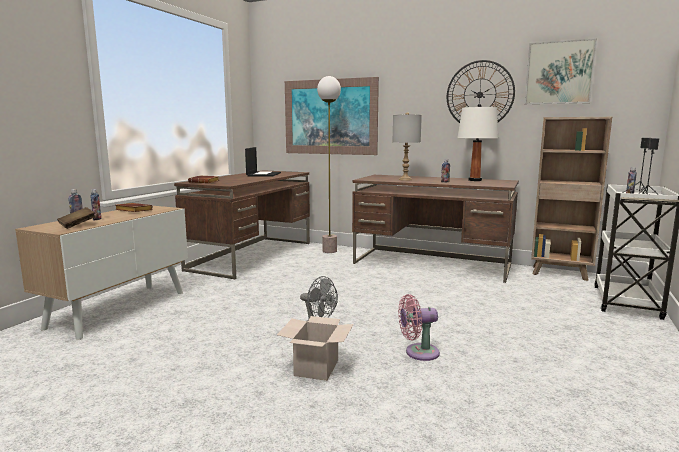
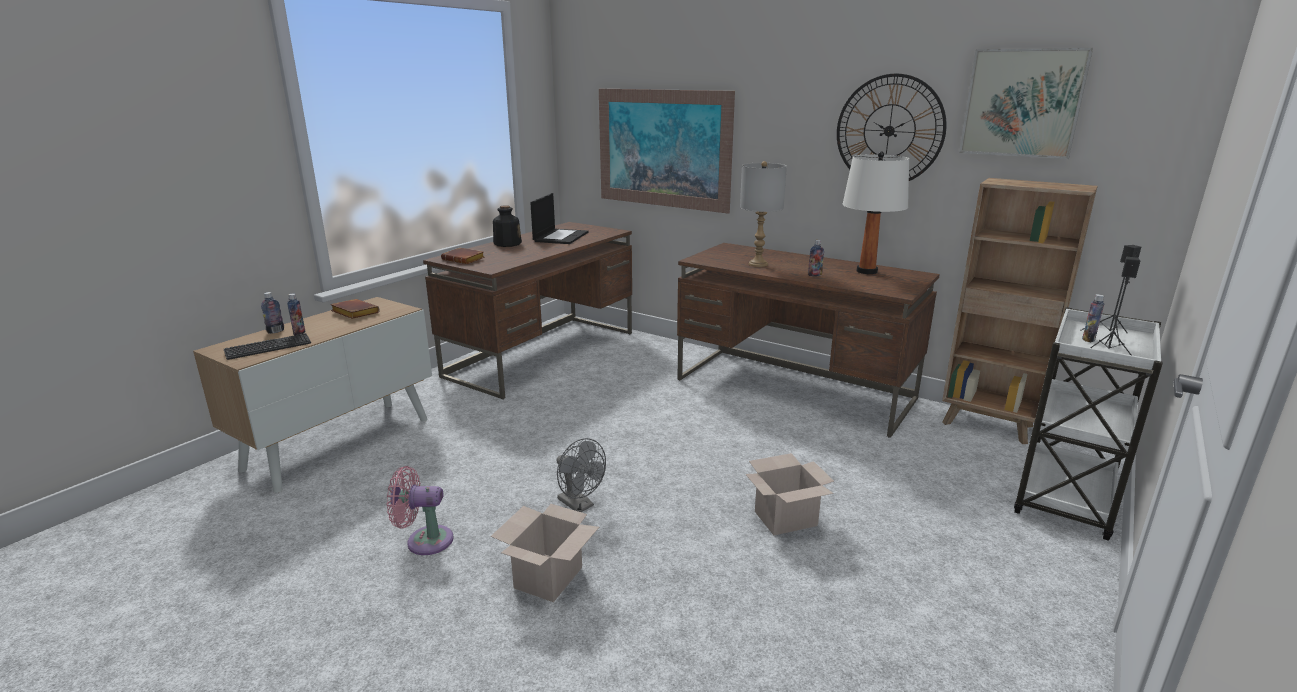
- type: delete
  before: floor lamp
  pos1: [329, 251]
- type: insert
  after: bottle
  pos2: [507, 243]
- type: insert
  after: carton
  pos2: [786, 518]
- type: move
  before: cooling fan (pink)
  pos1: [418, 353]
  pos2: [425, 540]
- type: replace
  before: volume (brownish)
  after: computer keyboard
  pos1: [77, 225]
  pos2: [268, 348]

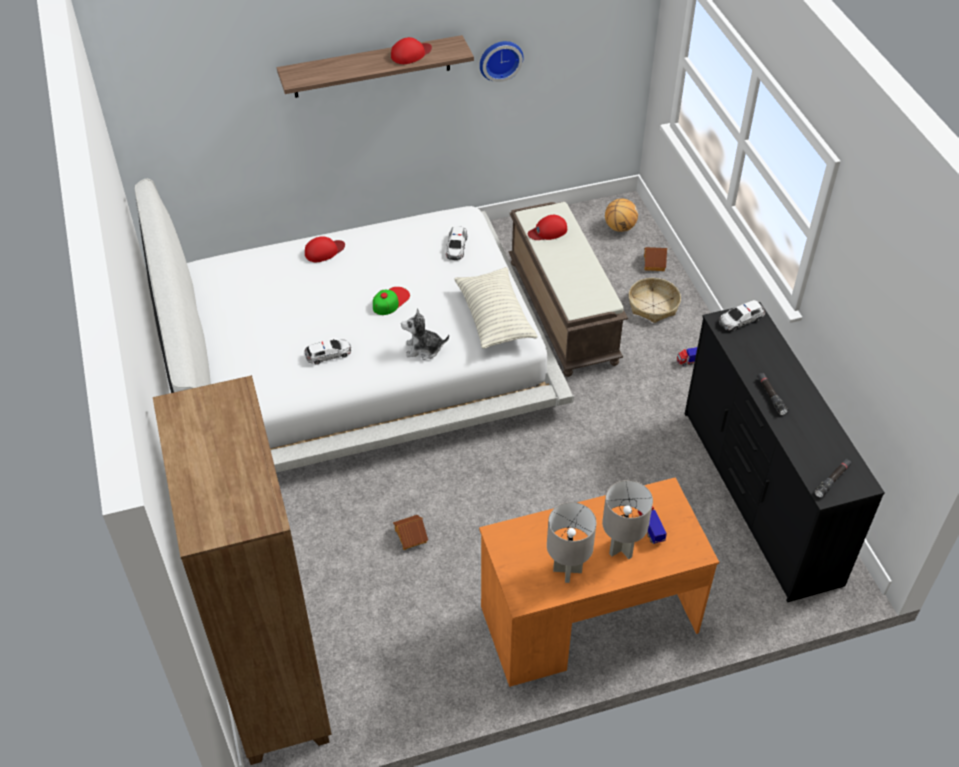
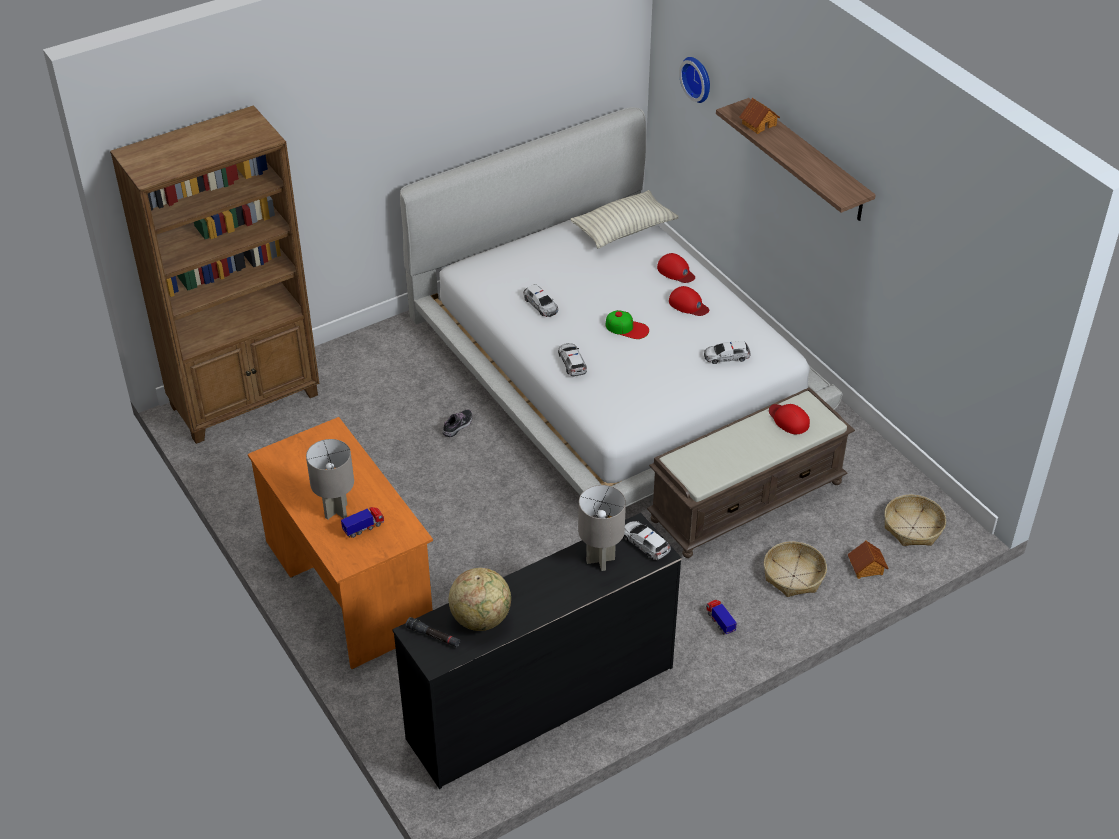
- type: delete
  before: torch (black-coloured)
  pos1: [771, 396]
- type: insert
  after: shoe
  pos2: [458, 426]
- type: insert
  after: globe
  pos2: [481, 619]
- type: move
  before: cap (red)
  pos1: [411, 54]
  pos2: [688, 305]
- type: move
  before: toy house
  pos1: [410, 536]
  pos2: [758, 124]
- type: move
  before: pillow
  pos1: [494, 317]
  pos2: [624, 230]
- type: move
  before: wall clock
  pos1: [500, 59]
  pos2: [698, 78]
- type: move
  before: tabletop lamp (grey)
  pos1: [568, 571]
  pos2: [600, 560]
- type: replace
  before: soft toy
  after: model car
  pos1: [424, 349]
  pos2: [572, 363]
- type: replace
  before: basketball
  after: basket
  pos1: [619, 227]
  pos2: [912, 528]

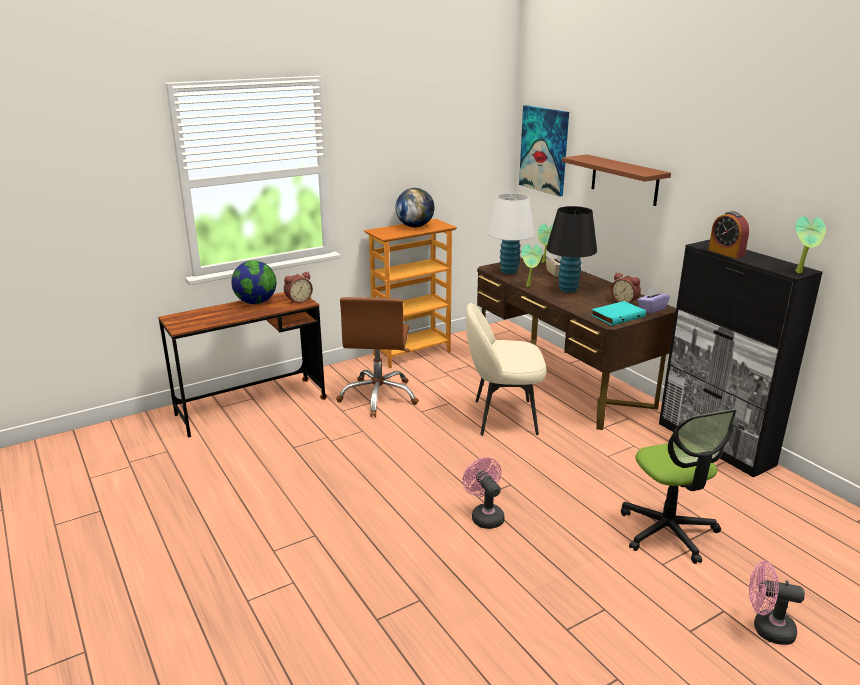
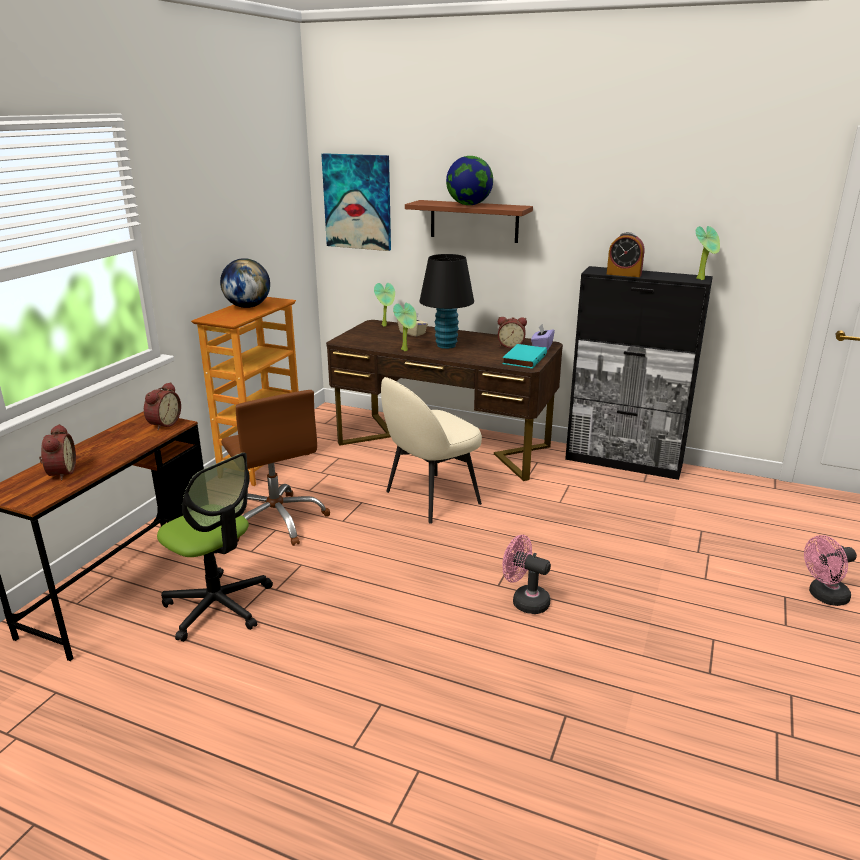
- type: delete
  before: tabletop lamp (white-coloured)
  pos1: [509, 271]
- type: insert
  after: bedside clock
  pos2: [60, 473]
- type: move
  before: globe
  pos1: [256, 302]
  pos2: [469, 205]
- type: move
  before: desk chair
  pos1: [668, 531]
  pos2: [218, 606]

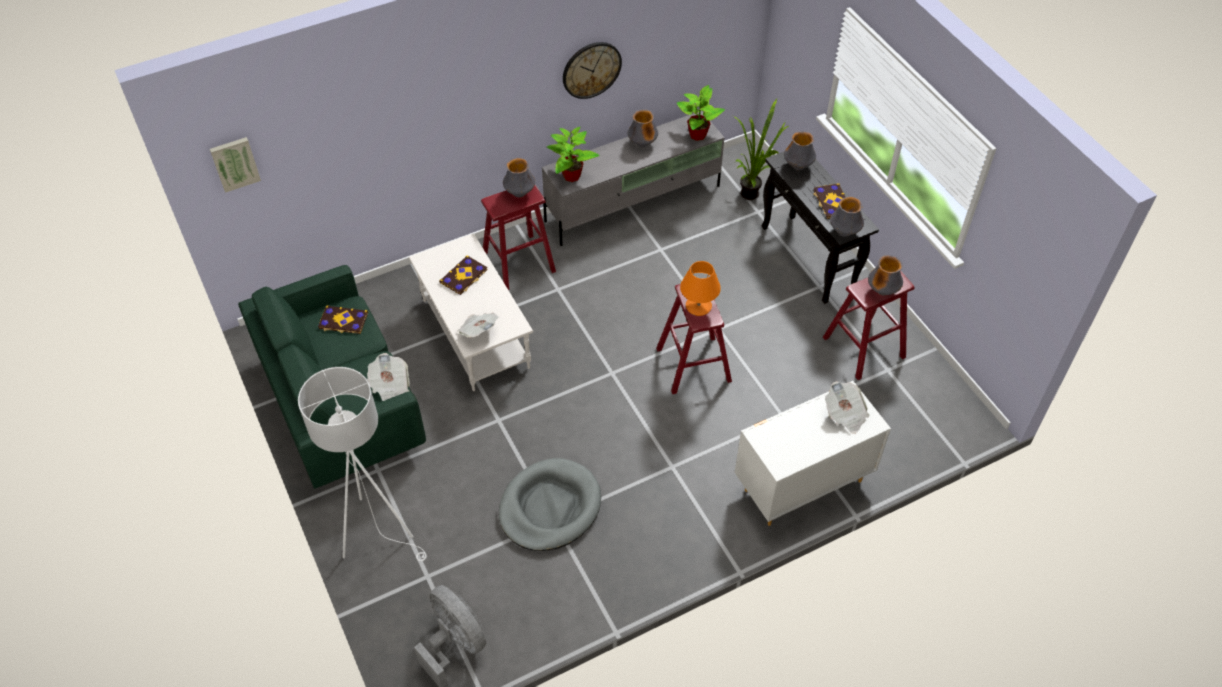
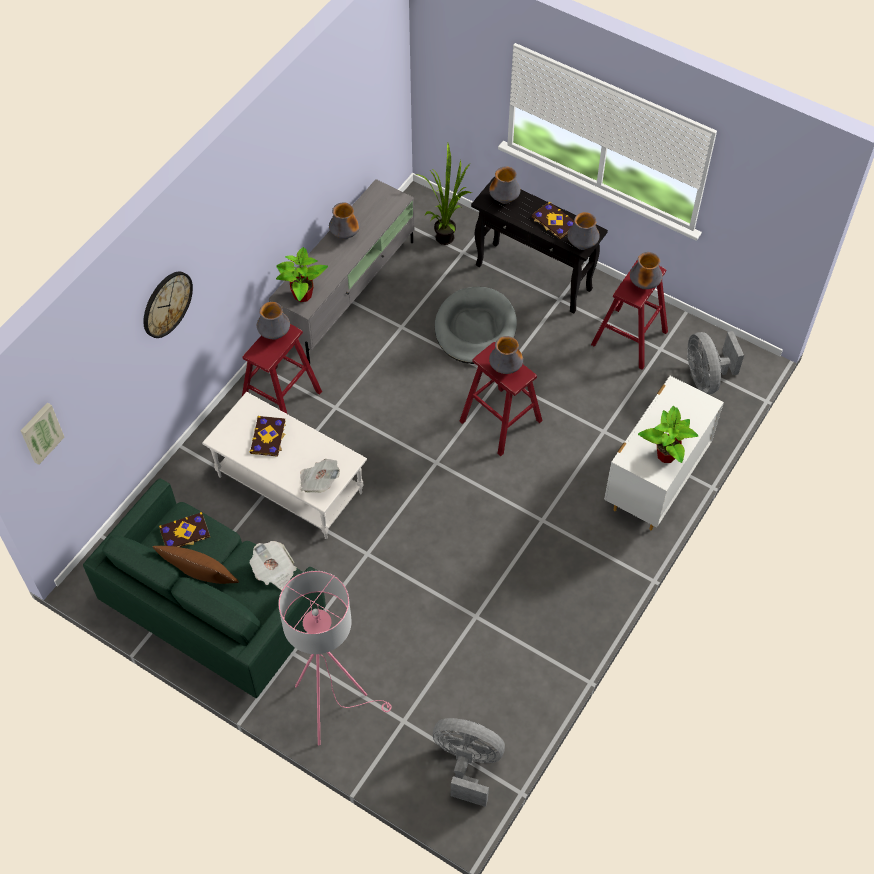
- type: delete
  before: newspaper
  pos1: [845, 414]
- type: insert
  after: pillow (brownish)
  pos2: [201, 580]
- type: insert
  after: cooling fan (grey)
  pos2: [706, 377]
- type: move
  before: dog cushion (grey)
  pos1: [549, 507]
  pos2: [475, 328]
- type: move
  before: wall clock
  pos1: [591, 69]
  pos2: [166, 304]
- type: move
  before: houseplant
  pos1: [698, 134]
  pos2: [666, 454]
- type: replace
  before: tabletop lamp (orangey)
  after: decorative vase
  pos1: [698, 306]
  pos2: [505, 369]
- type: recolor
  before: floor lamp (white-coloured)
  after: floor lamp (pink)
  pos1: [378, 531]
  pos2: [332, 705]

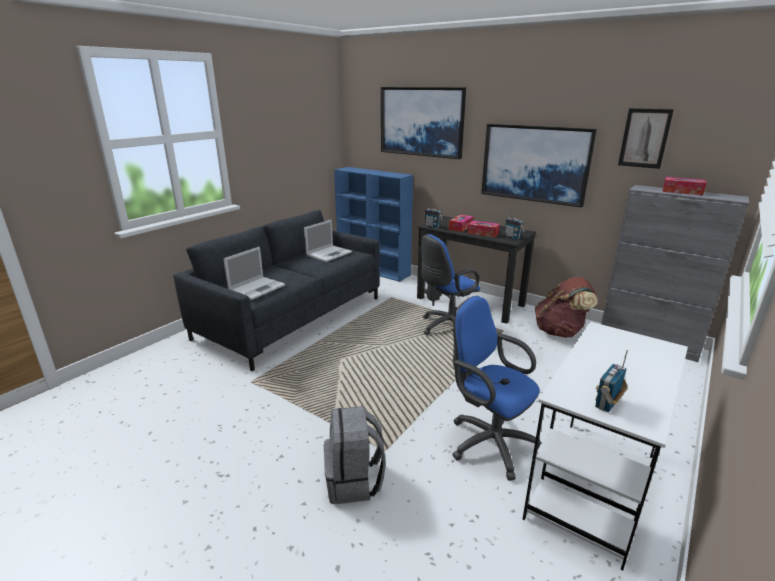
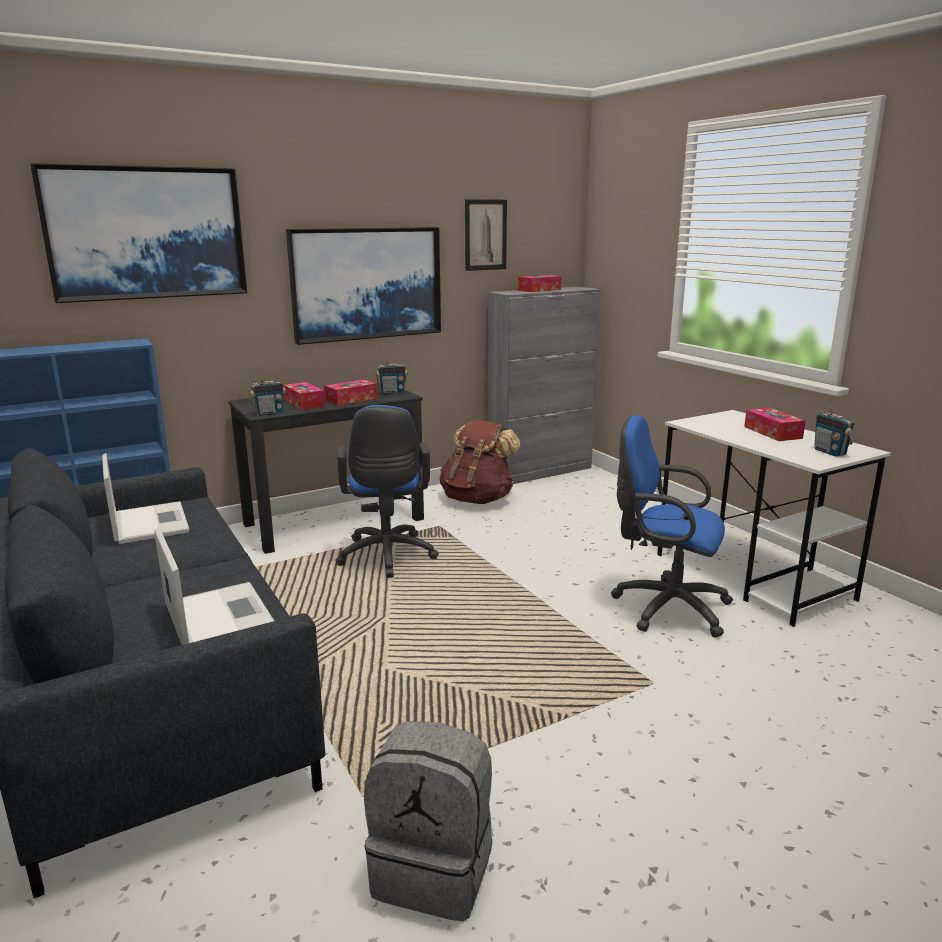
- type: insert
  after: tissue box
  pos2: [772, 432]
- type: move
  before: knapsack (grey)
  pos1: [354, 481]
  pos2: [435, 869]
- type: rotate
  before: desk chair (blue-coloured)
  pos1: [488, 441]
  pos2: [665, 607]
  turn: 45

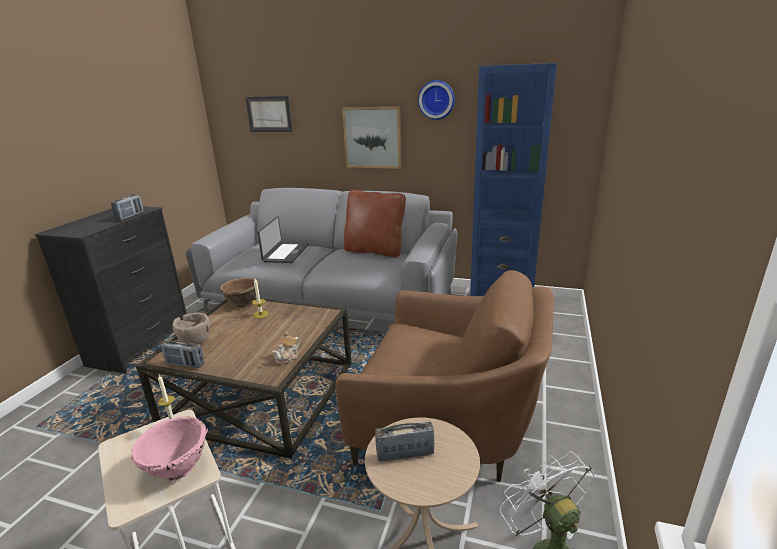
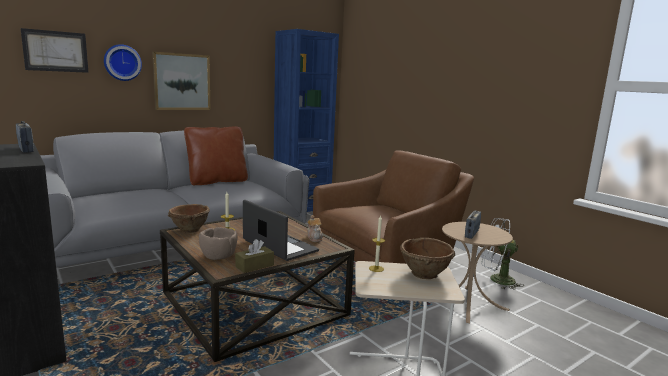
- type: move
  before: portable computer
  pos1: [285, 253]
  pos2: [279, 246]
- type: move
  before: wall clock
  pos1: [436, 100]
  pos2: [122, 62]
- type: replace
  before: radio receiver
  after: tissue box (brownish)
  pos1: [185, 364]
  pos2: [254, 266]
- type: recolor
  before: serving bowl (pink)
  after: serving bowl (brownish)
  pos1: [177, 468]
  pos2: [424, 274]

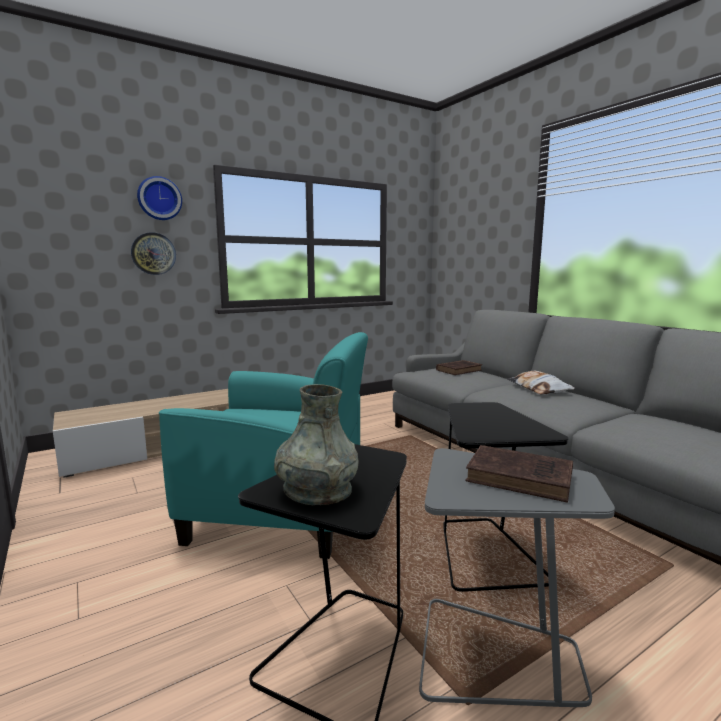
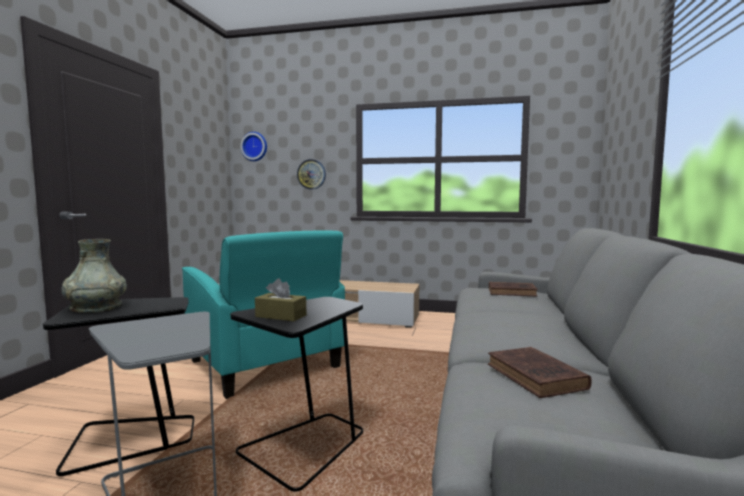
- type: delete
  before: pillow
  pos1: [538, 389]
- type: insert
  after: tissue box (brownish)
  pos2: [281, 316]
- type: move
  before: wall clock
  pos1: [159, 198]
  pos2: [255, 146]
- type: move
  before: volume (brownish)
  pos1: [522, 478]
  pos2: [537, 377]

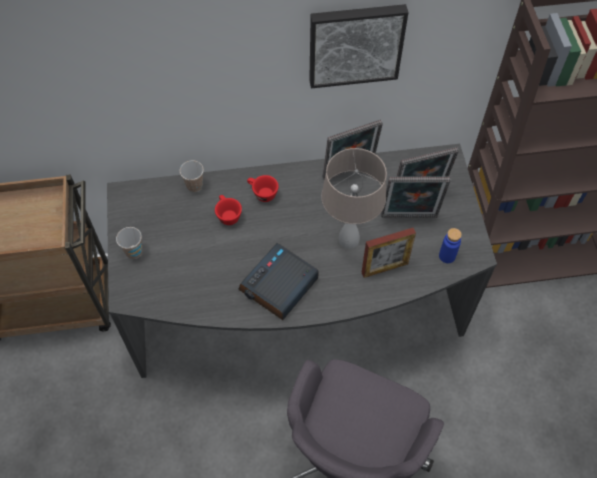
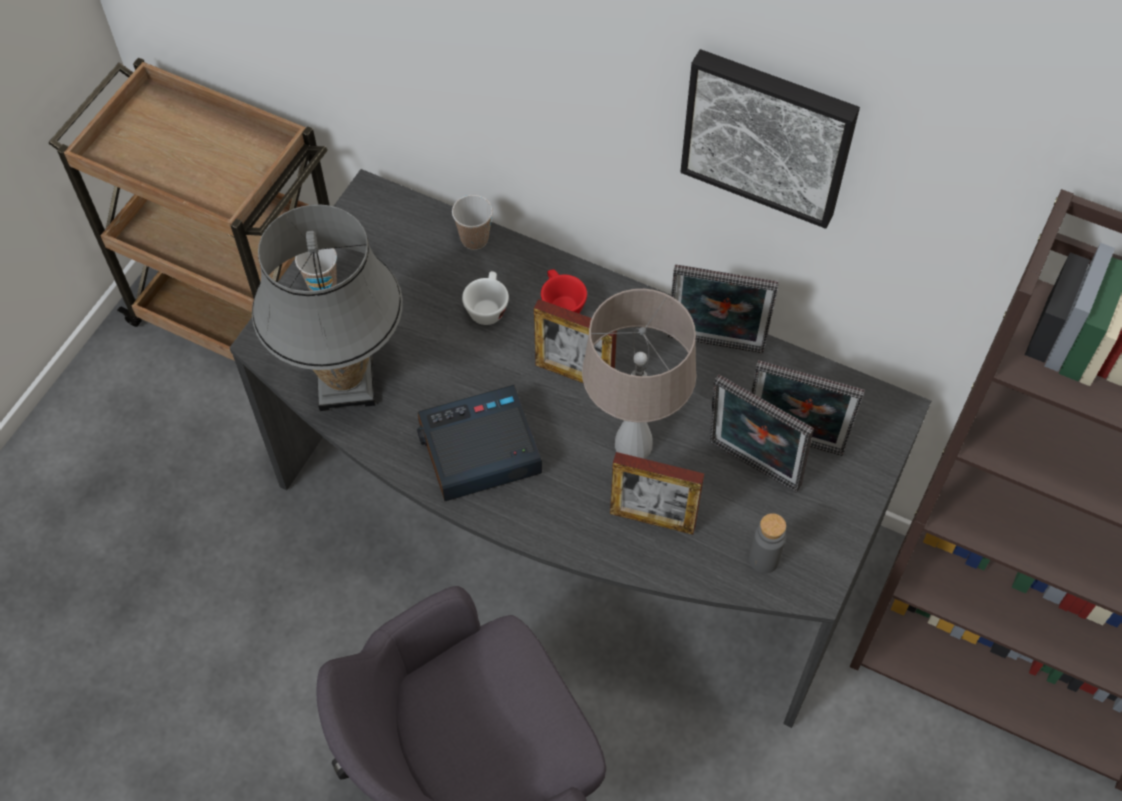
- type: insert
  after: tabletop lamp (grey)
  pos2: [346, 384]
- type: insert
  after: picture frame
  pos2: [574, 374]
- type: recolor
  before: small cup (red)
  after: small cup (white-coloured)
  pos1: [227, 215]
  pos2: [487, 307]
- type: recolor
  before: bottle (blue-coloured)
  after: bottle (grey)
  pos1: [447, 256]
  pos2: [764, 559]

